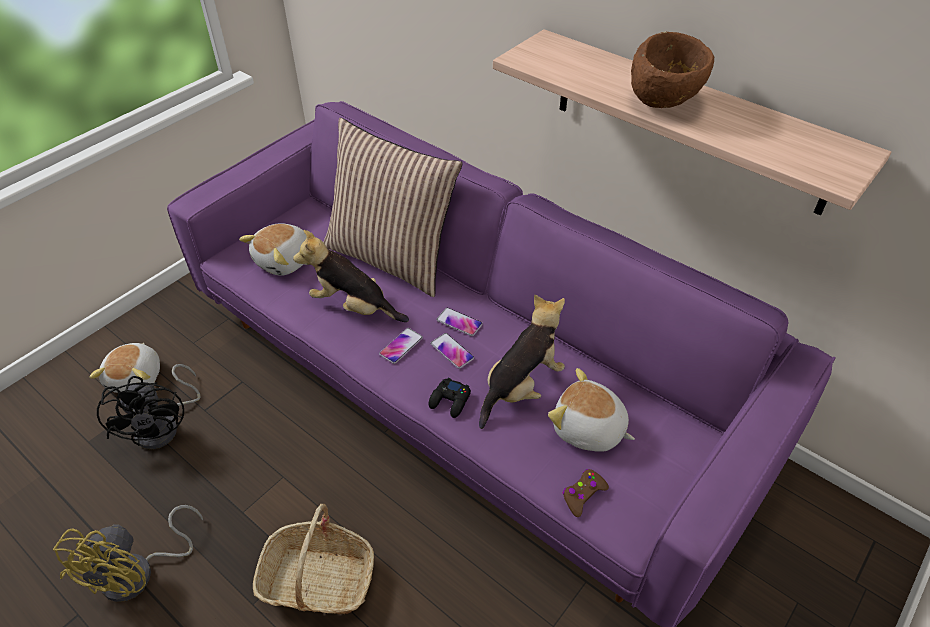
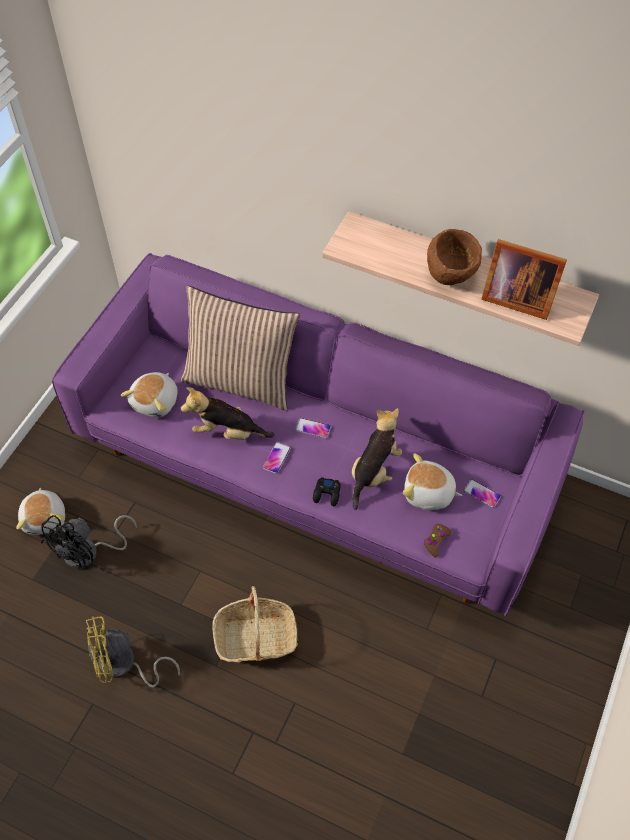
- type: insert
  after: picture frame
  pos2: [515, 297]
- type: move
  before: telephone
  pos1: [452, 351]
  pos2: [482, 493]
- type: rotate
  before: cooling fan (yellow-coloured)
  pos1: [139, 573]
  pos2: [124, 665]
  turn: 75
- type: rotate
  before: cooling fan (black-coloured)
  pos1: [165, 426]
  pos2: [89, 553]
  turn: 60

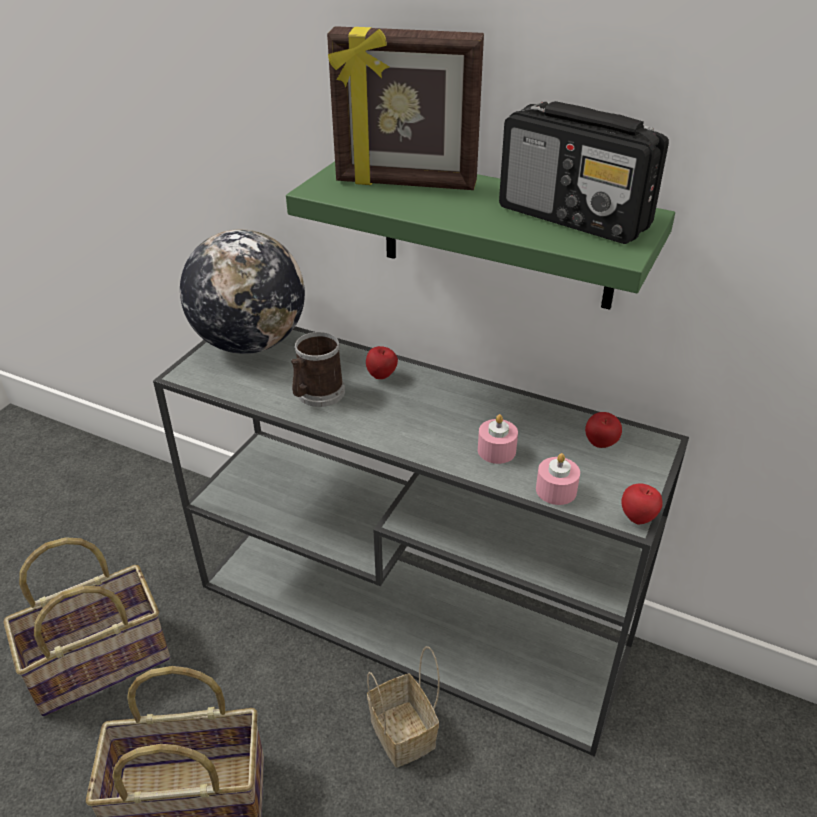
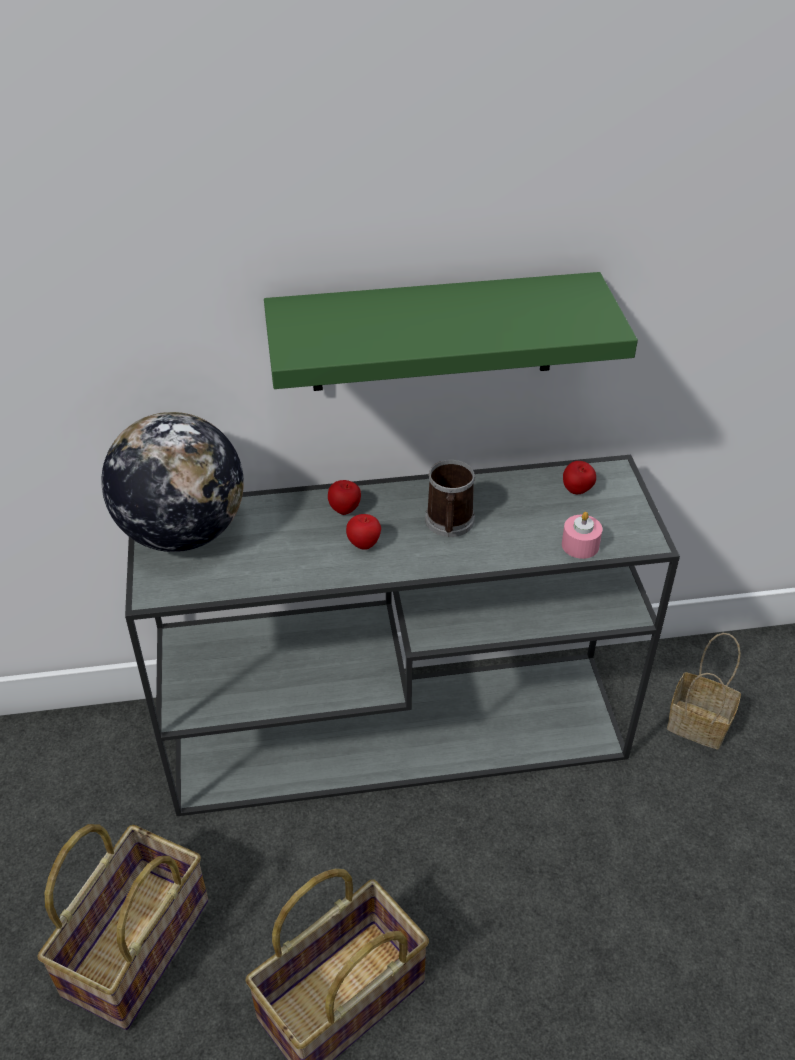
- type: delete
  before: picture frame
  pos1: [405, 184]
- type: delete
  before: wax candle (pink)
  pos1: [496, 450]
- type: delete
  before: radio receiver
  pos1: [575, 218]
- type: move
  before: mug
  pos1: [317, 395]
  pos2: [449, 524]
- type: move
  before: basket
  pos1: [405, 734]
  pos2: [700, 724]
- type: move
  before: whole apple
  pos1: [638, 518]
  pos2: [364, 544]

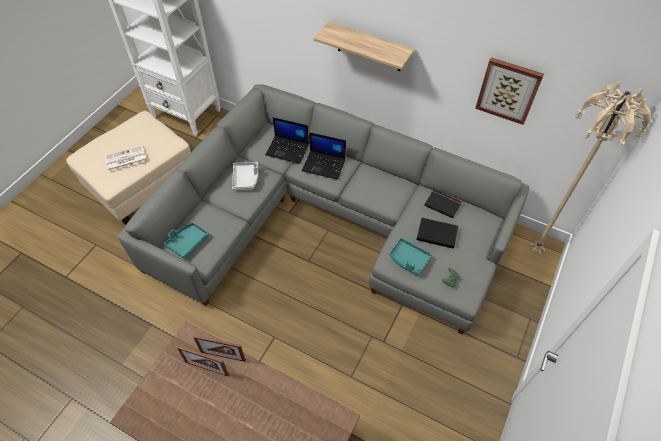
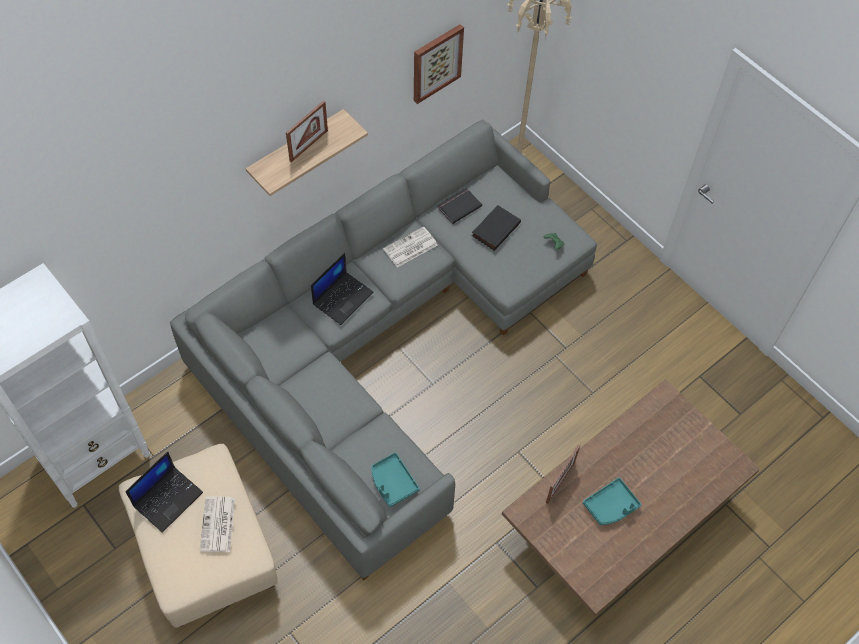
- type: delete
  before: carrying tray (grey)
  pos1: [246, 179]
- type: insert
  after: newspaper
  pos2: [410, 248]
- type: move
  before: picture frame
  pos1: [207, 368]
  pos2: [308, 145]
- type: move
  before: portable computer
  pos1: [288, 149]
  pos2: [168, 498]
- type: move
  before: carrying tray (turquoise)
  pos1: [408, 259]
  pos2: [611, 506]

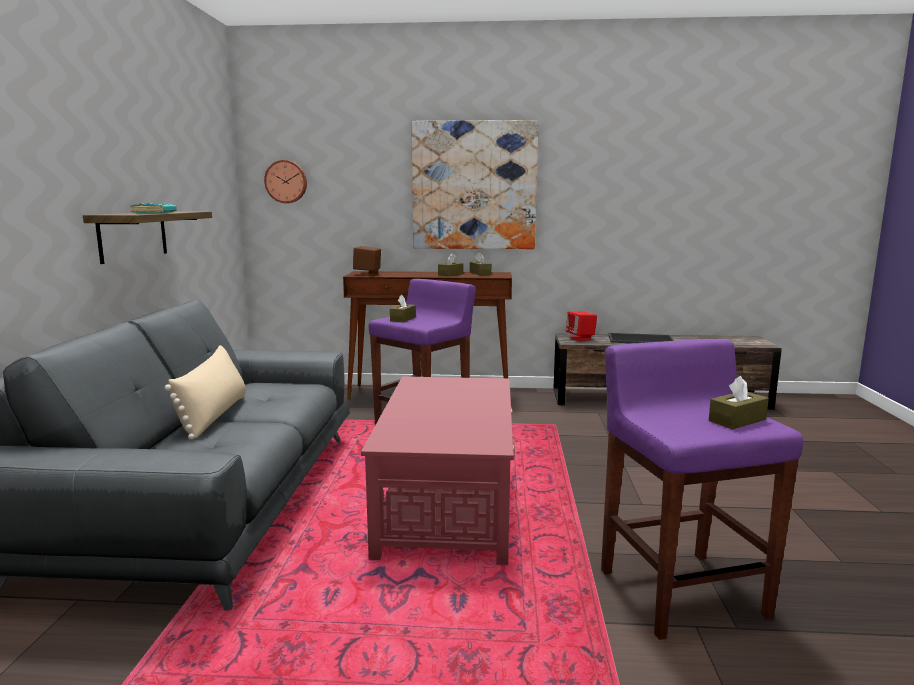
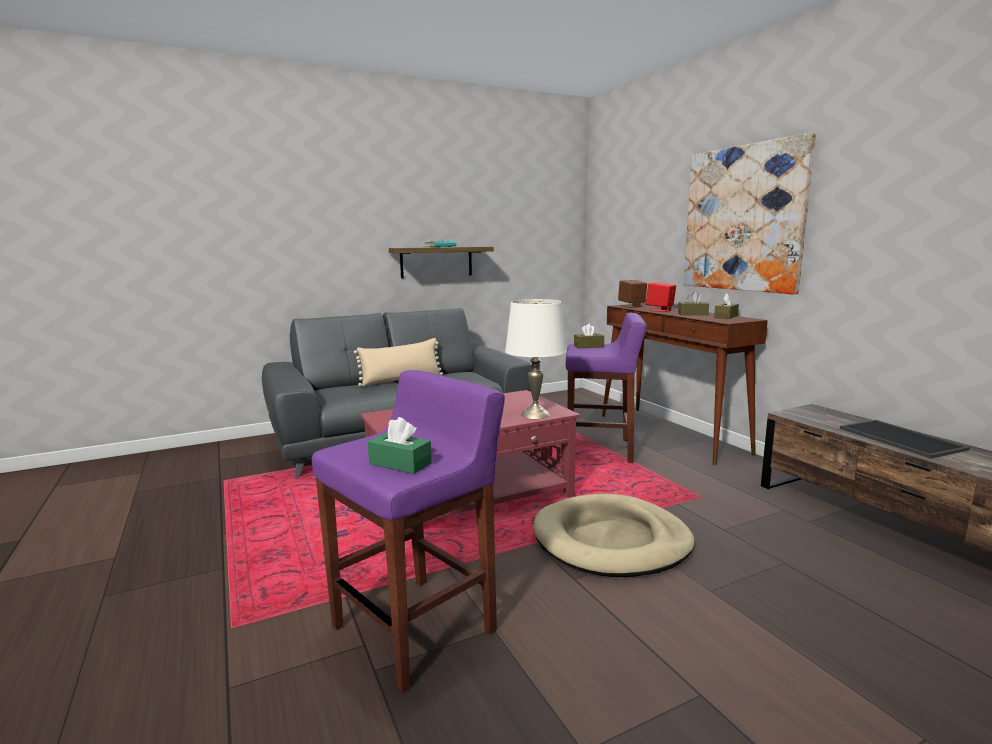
- type: delete
  before: wall clock
  pos1: [286, 181]
- type: insert
  after: tabletop lamp (white-coloured)
  pos2: [536, 414]
- type: insert
  after: dog cushion (sand-coloured)
  pos2: [611, 541]
- type: move
  before: speaker (red)
  pos1: [580, 338]
  pos2: [660, 310]
- type: recolor
  before: tissue box (brownish)
  after: tissue box (green)
  pos1: [737, 420]
  pos2: [400, 464]

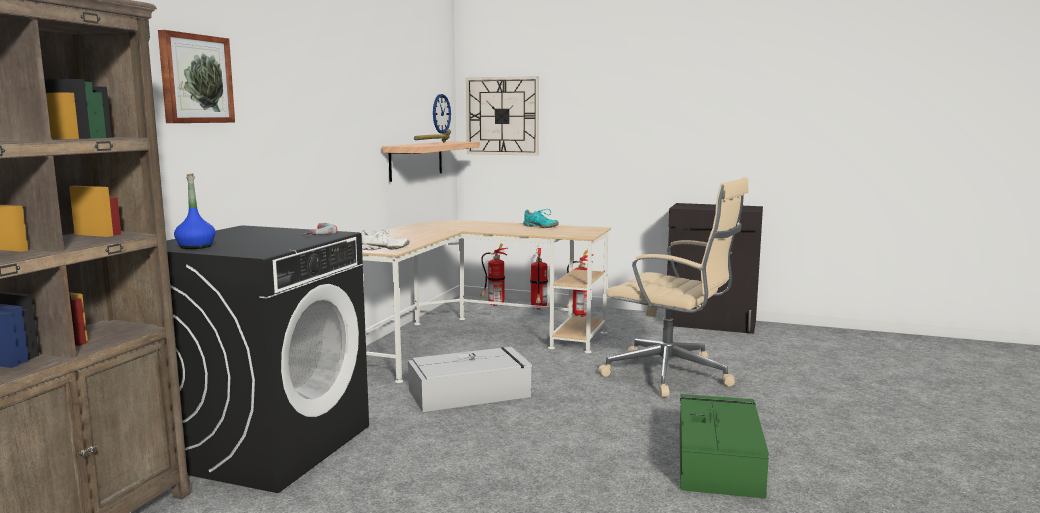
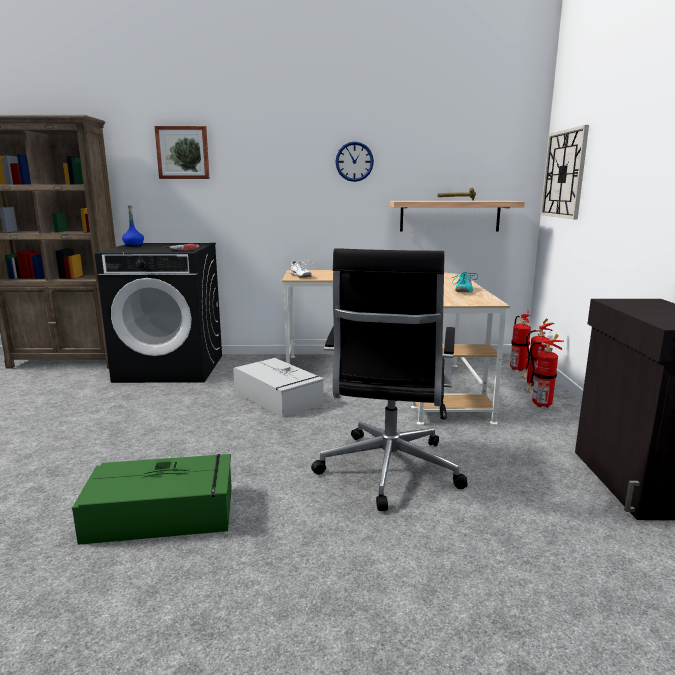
- type: move
  before: wall clock
  pos1: [441, 113]
  pos2: [354, 161]
- type: recolor
  before: desk chair (sand-coloured)
  after: desk chair (black-coloured)
  pos1: [671, 375]
  pos2: [388, 471]

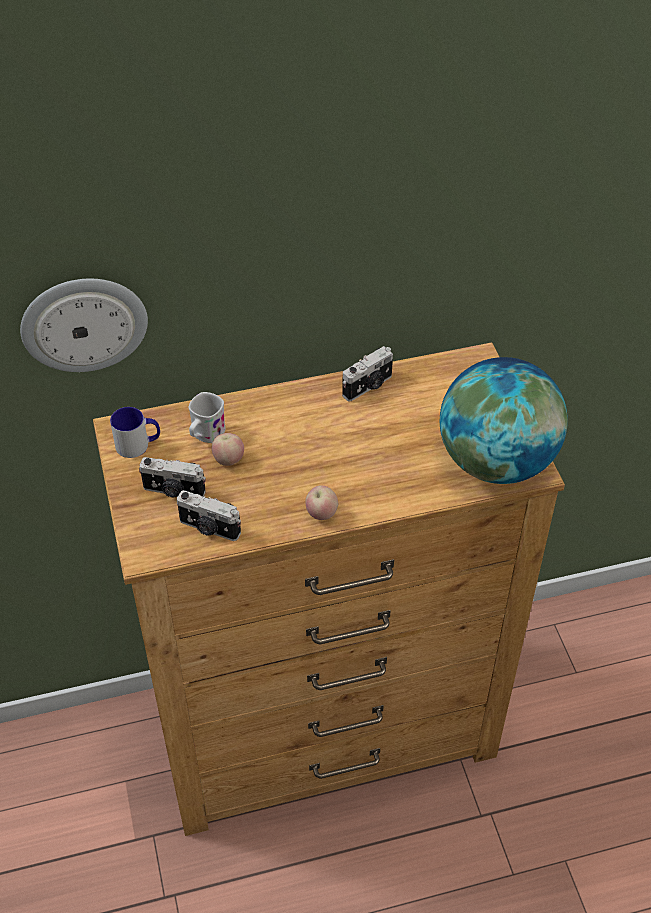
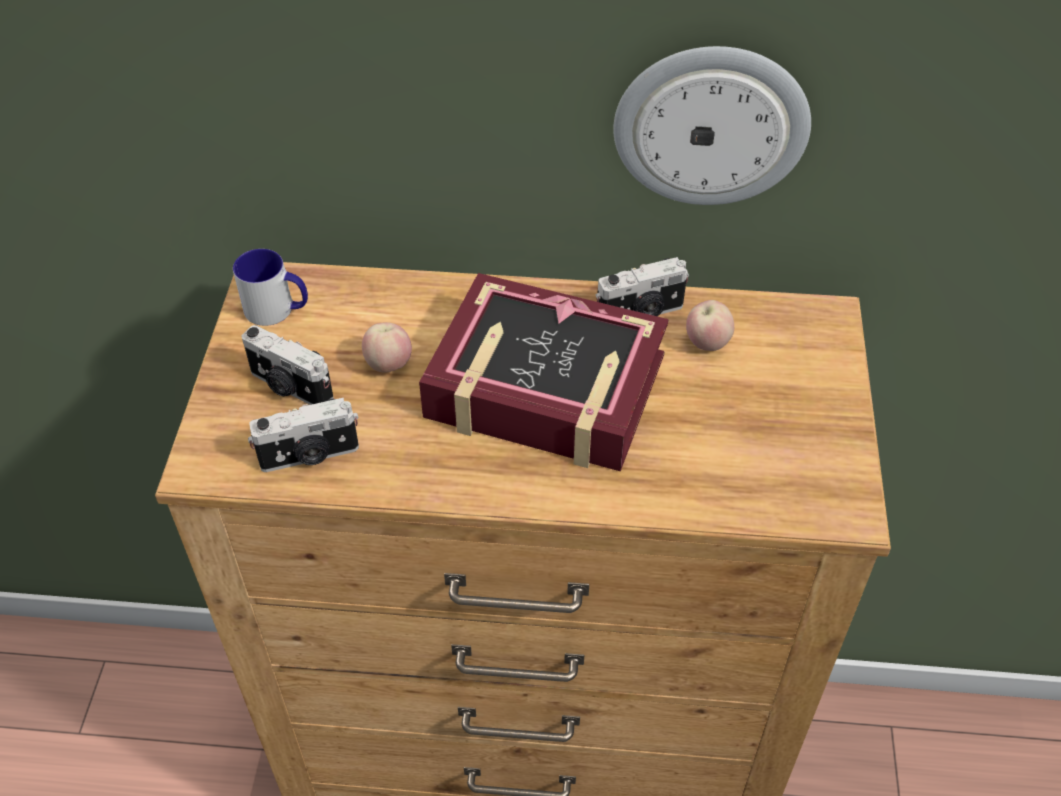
- type: delete
  before: mug (white-coloured)
  pos1: [205, 435]
- type: delete
  before: globe
  pos1: [496, 461]
- type: insert
  after: volume
  pos2: [545, 388]
- type: move
  before: wall clock
  pos1: [84, 323]
  pos2: [711, 125]
- type: move
  before: whole apple
  pos1: [321, 513]
  pos2: [707, 343]
- type: rotate
  before: photo camera
  pos1: [209, 528]
  pos2: [310, 456]
  turn: -60

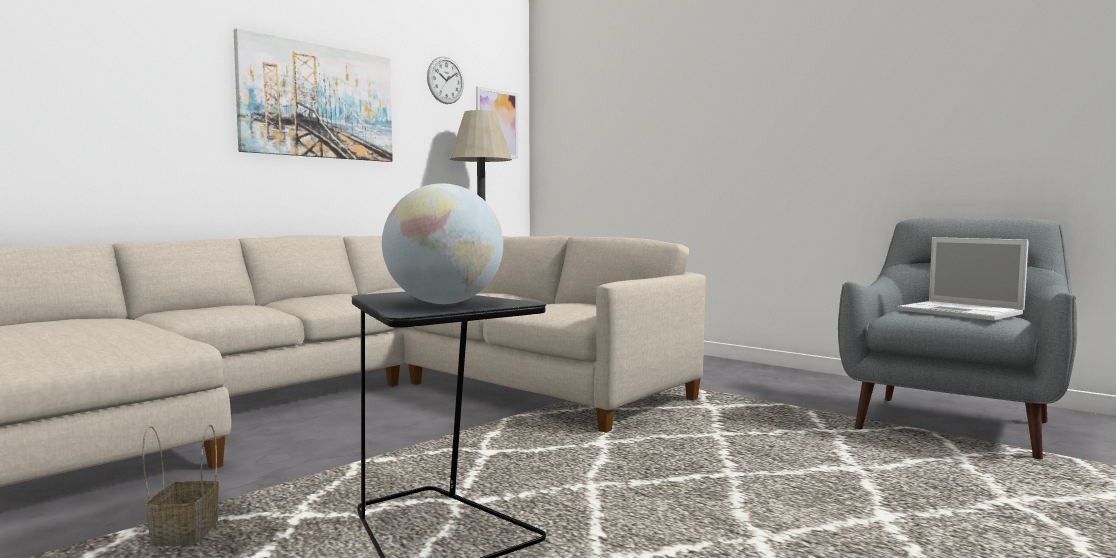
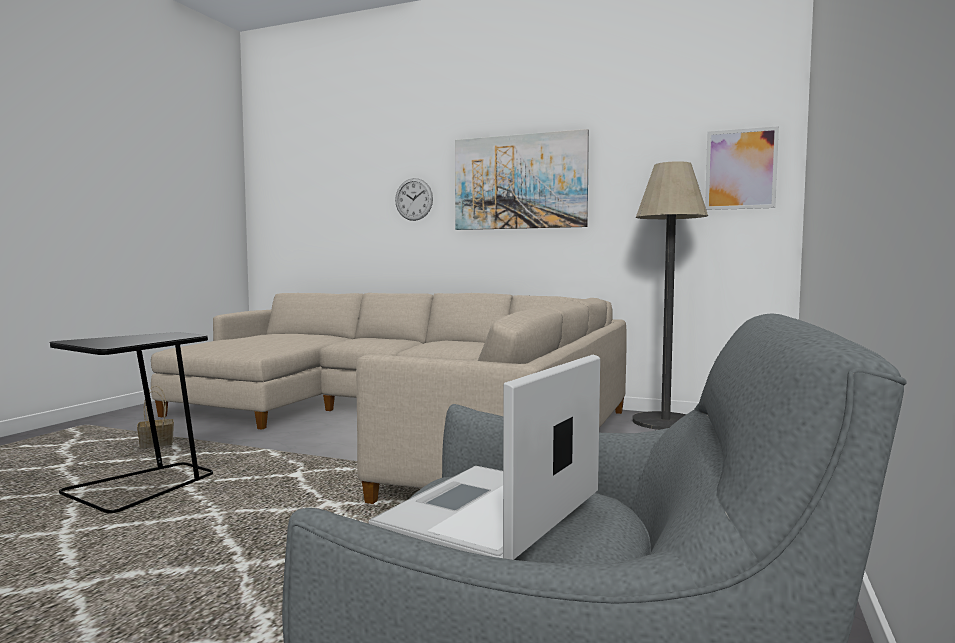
- type: delete
  before: globe
  pos1: [444, 303]
- type: move
  before: wall clock
  pos1: [445, 80]
  pos2: [414, 199]

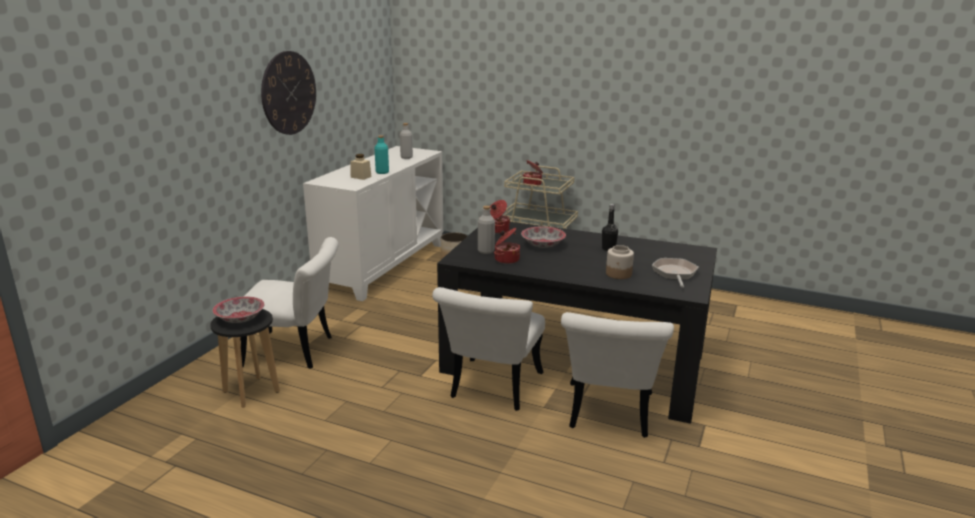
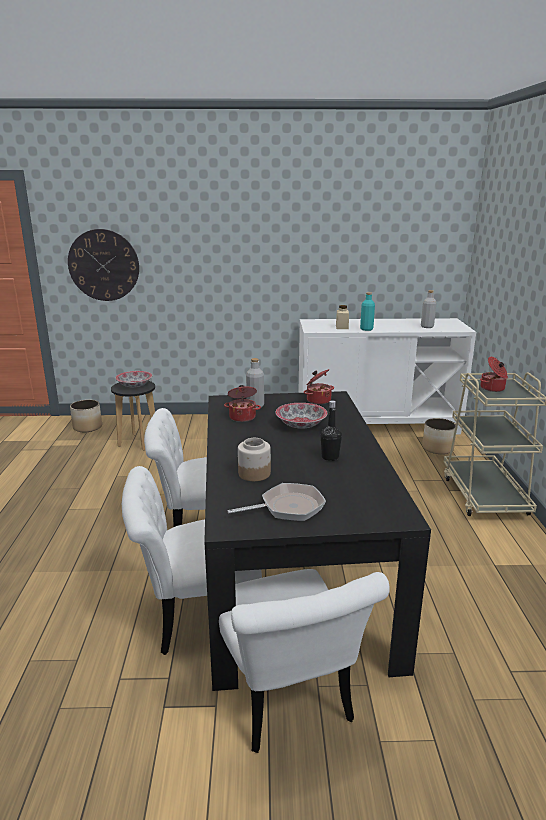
- type: insert
  after: plant pot
  pos2: [88, 427]
- type: move
  before: upright chair (white-coloured)
  pos1: [296, 352]
  pos2: [287, 702]
- type: move
  before: wall clock
  pos1: [289, 93]
  pos2: [104, 265]

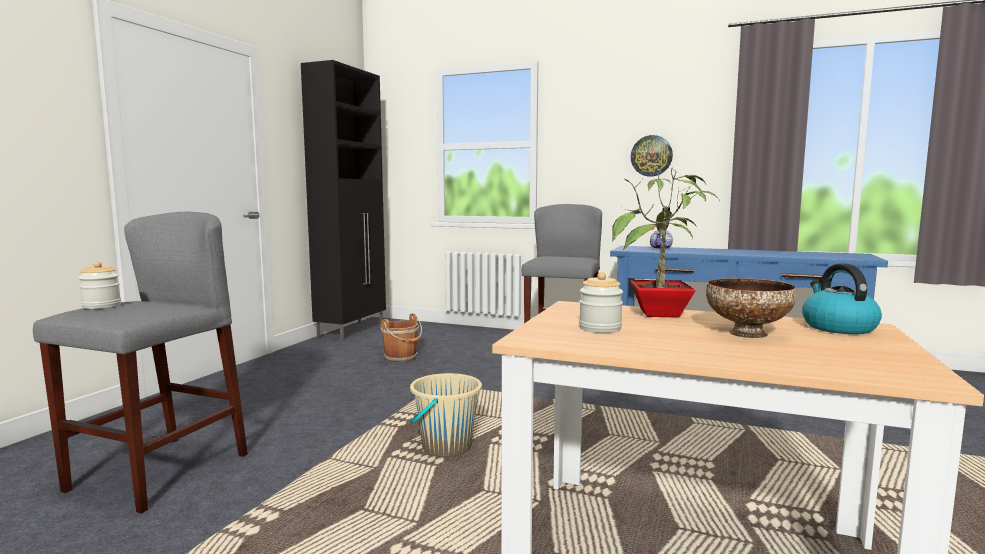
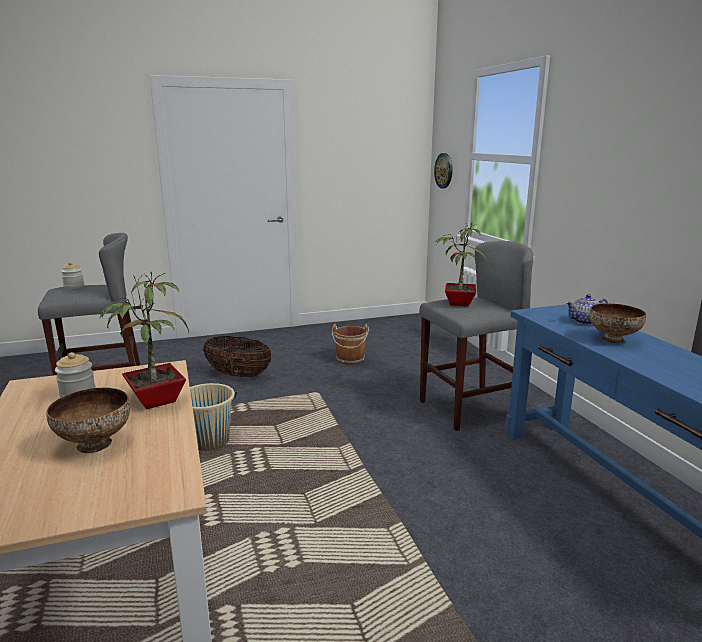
- type: delete
  before: storage cabinet (black-coloured)
  pos1: [352, 331]
- type: delete
  before: tea kettle
  pos1: [837, 327]
- type: insert
  after: basket
  pos2: [238, 375]
- type: insert
  after: houseplant
  pos2: [457, 303]
- type: insert
  after: serving bowl
  pos2: [612, 340]
- type: move
  before: wall clock
  pos1: [651, 156]
  pos2: [444, 170]

